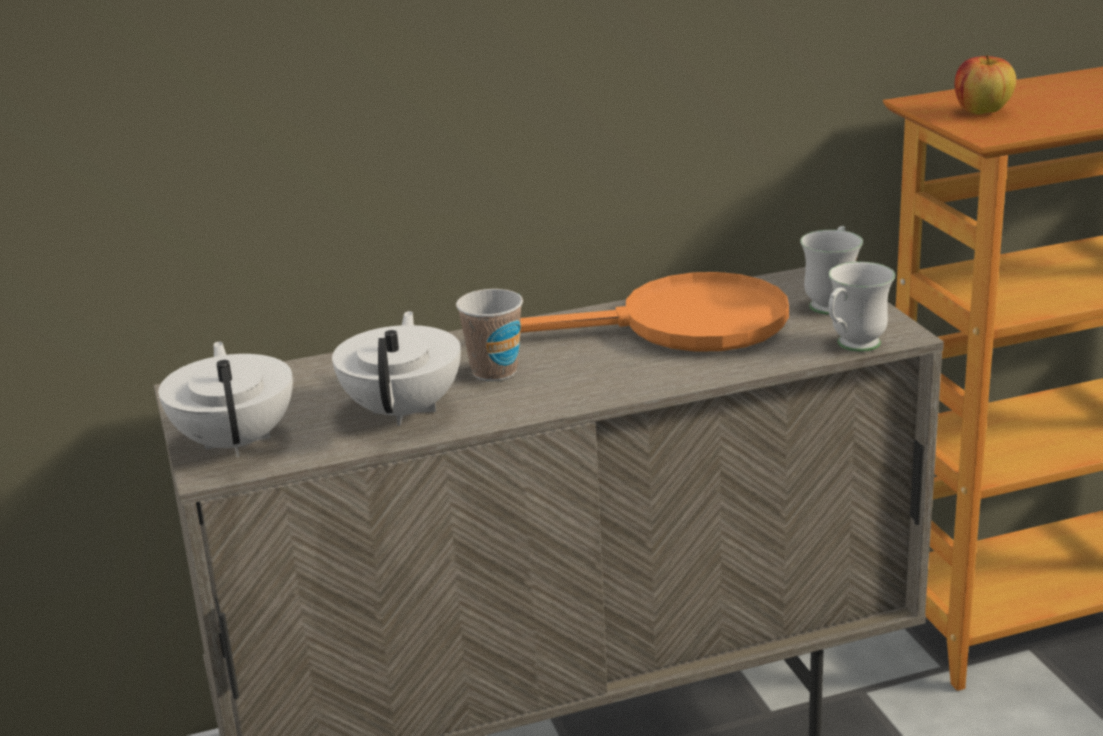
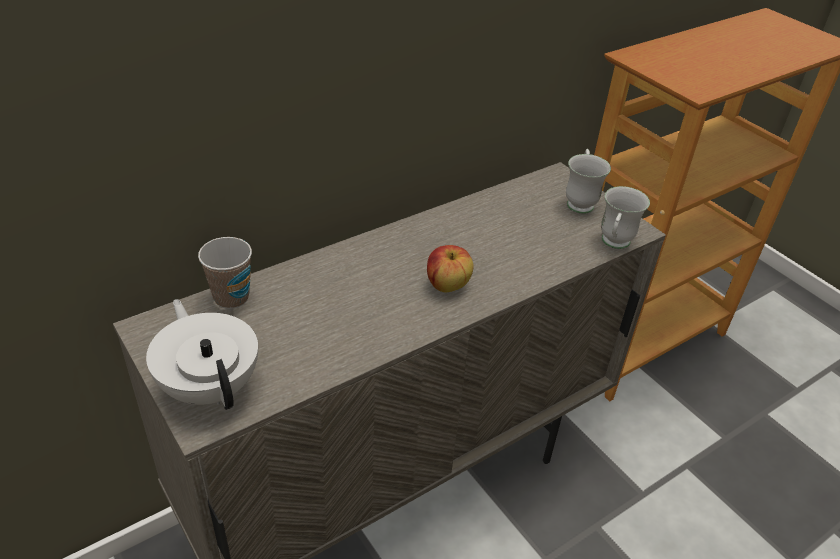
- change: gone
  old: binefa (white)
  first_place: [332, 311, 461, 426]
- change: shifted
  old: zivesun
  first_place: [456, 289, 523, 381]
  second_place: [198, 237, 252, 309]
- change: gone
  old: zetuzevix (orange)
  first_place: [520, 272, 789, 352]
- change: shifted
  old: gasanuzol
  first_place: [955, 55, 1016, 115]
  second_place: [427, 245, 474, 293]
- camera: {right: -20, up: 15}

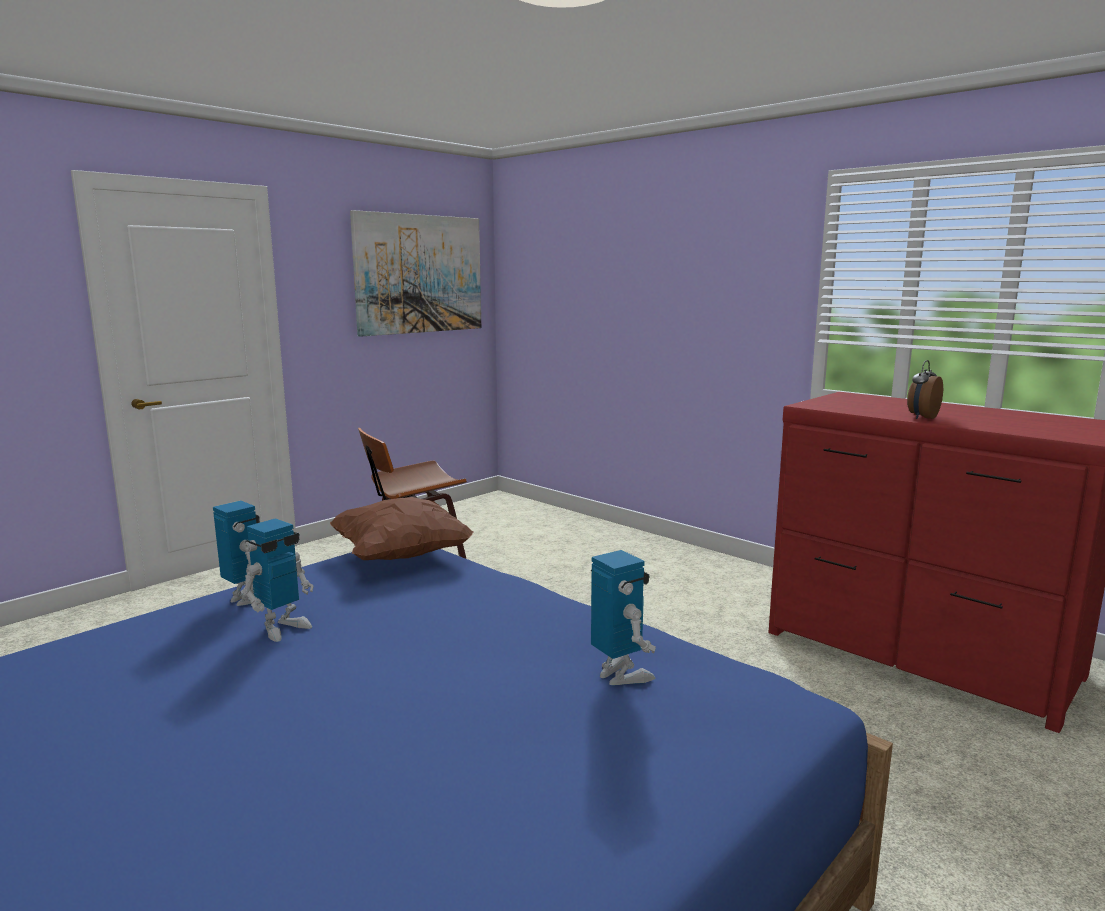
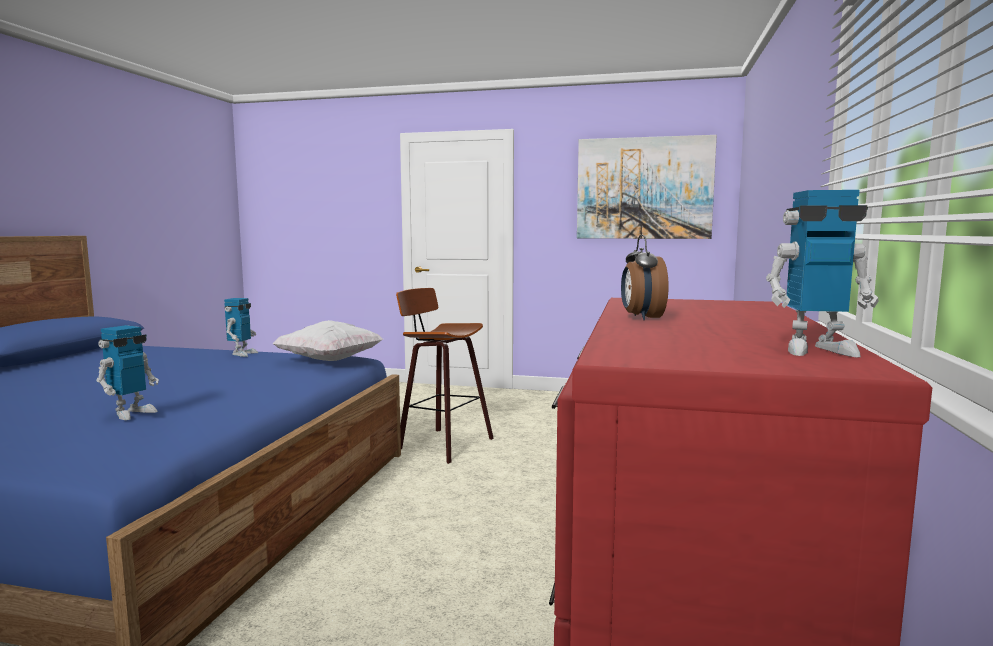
- change: shifted
  old: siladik
  first_place: [243, 518, 313, 642]
  second_place: [766, 190, 878, 358]
- change: repainted
  old: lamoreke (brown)
  new: lamoreke (white)
  first_place: [330, 497, 474, 560]
  second_place: [273, 320, 383, 361]
- change: rotated
  old: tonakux
  first_place: [907, 360, 943, 419]
  second_place: [621, 235, 669, 320]
  degrees: -105
- camera: {right: 60, up: -5}

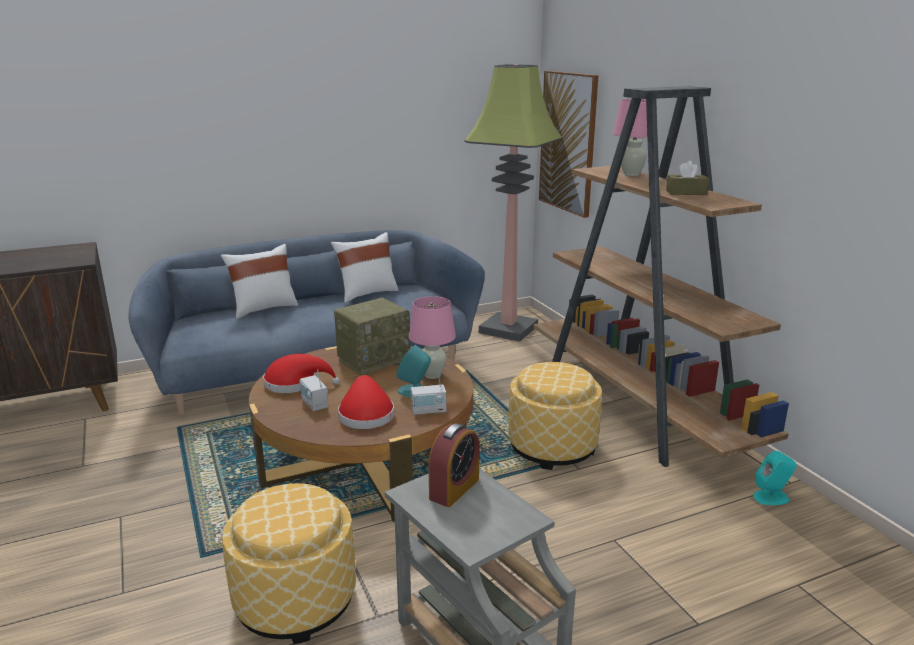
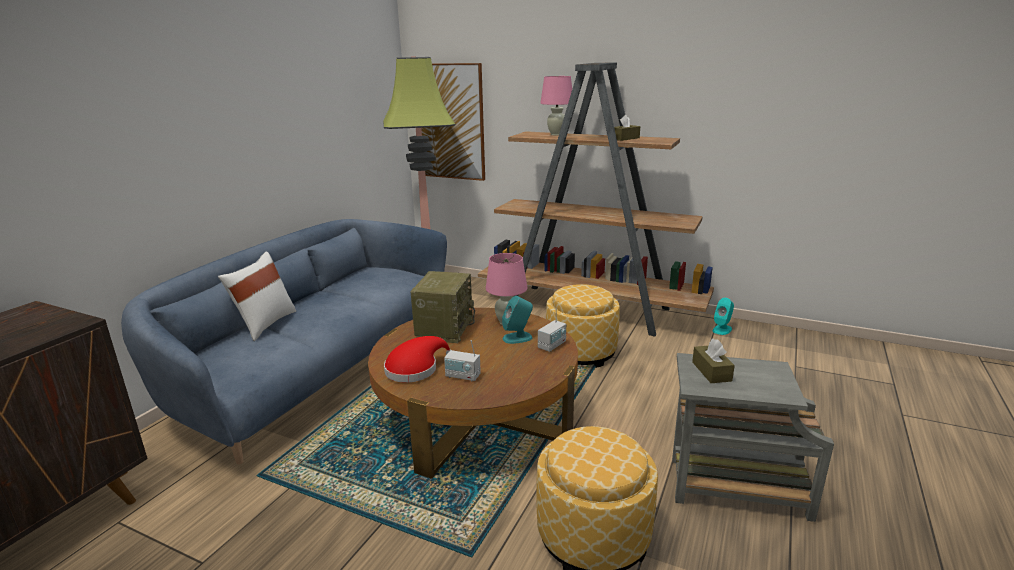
- change: gone
  old: lamoreke (white)
  first_place: [331, 232, 399, 303]
- change: gone
  old: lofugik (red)
  first_place: [338, 375, 394, 429]
- change: swapped
  old: tonakux
  new: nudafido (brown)
  first_place: [428, 423, 480, 507]
  second_place: [692, 339, 735, 383]
- camera: {right: -40, up: 0}

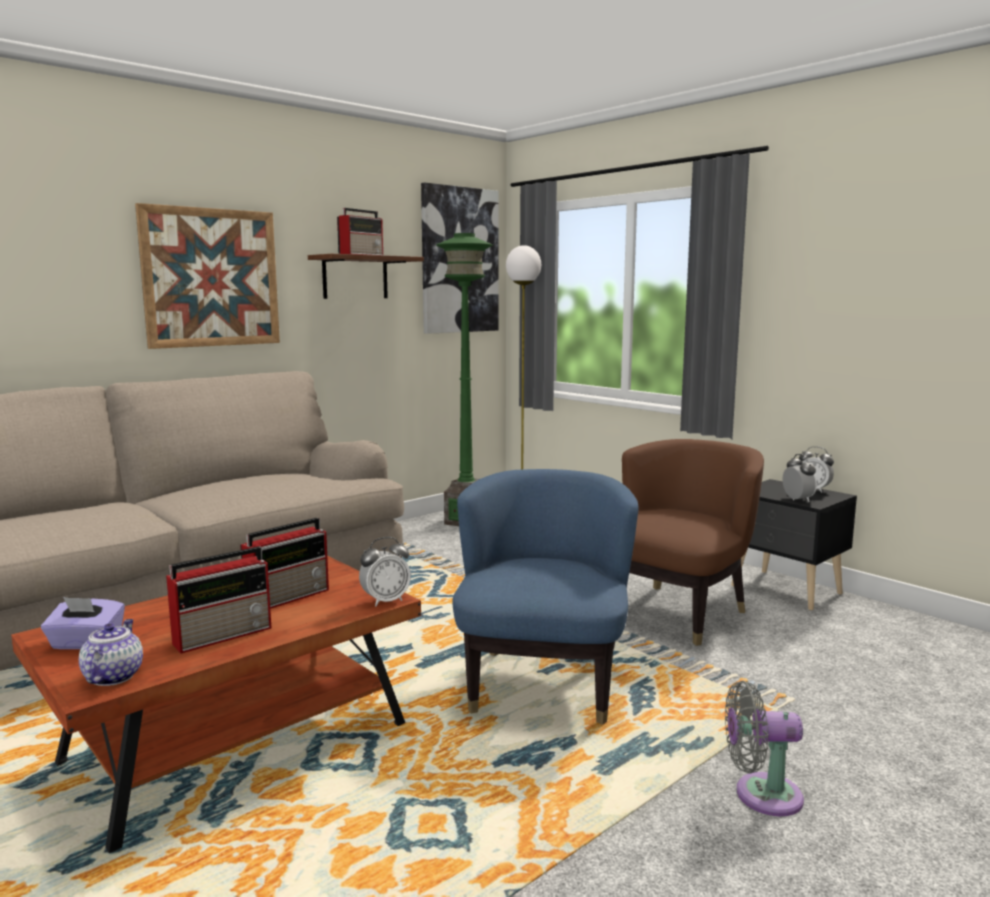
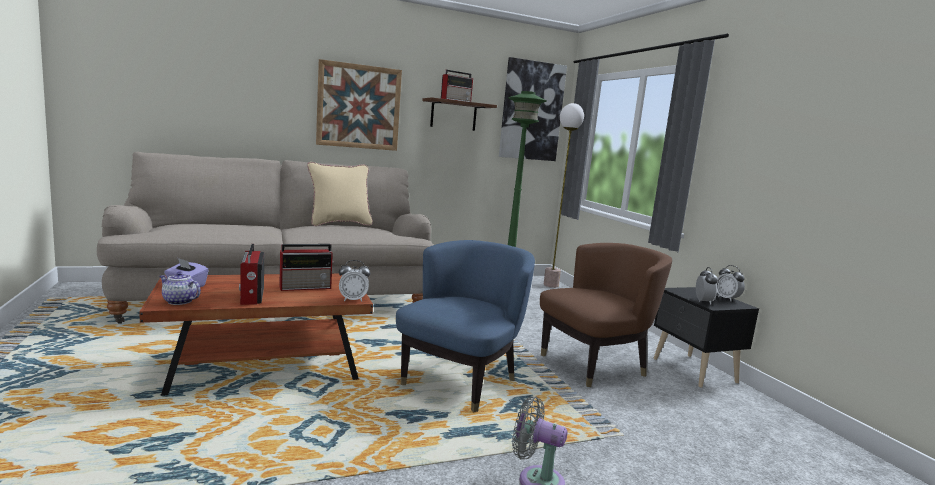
- change: rotated
  old: binefa
  first_place: [79, 619, 143, 686]
  second_place: [159, 272, 201, 305]
  degrees: -90
- change: rotated
  old: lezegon
  first_place: [166, 546, 271, 653]
  second_place: [239, 244, 264, 305]
  degrees: 90
- change: new
  new: lamoreke (beige)
  second_place: [307, 162, 373, 226]
- camera: {right: 20, up: 0}

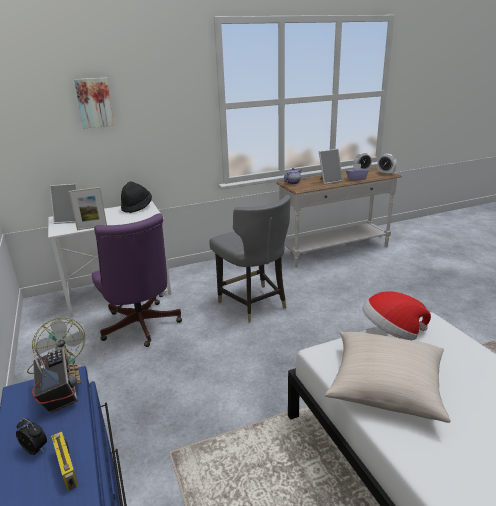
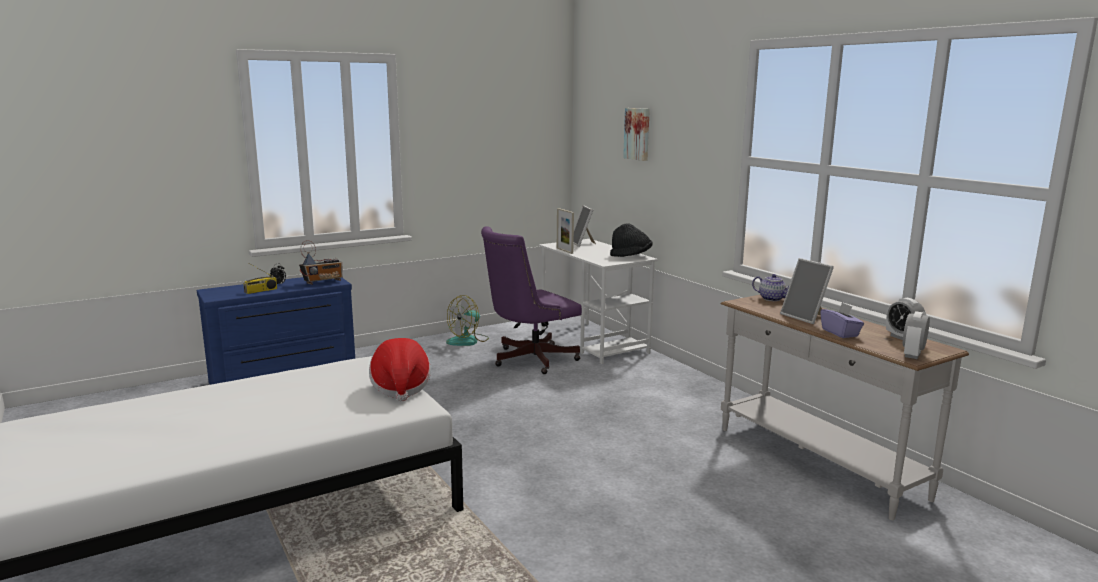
- change: gone
  old: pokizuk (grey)
  first_place: [209, 195, 290, 323]
- change: gone
  old: lamoreke (beige)
  first_place: [325, 332, 451, 423]
- camera: {right: 80, up: -10}

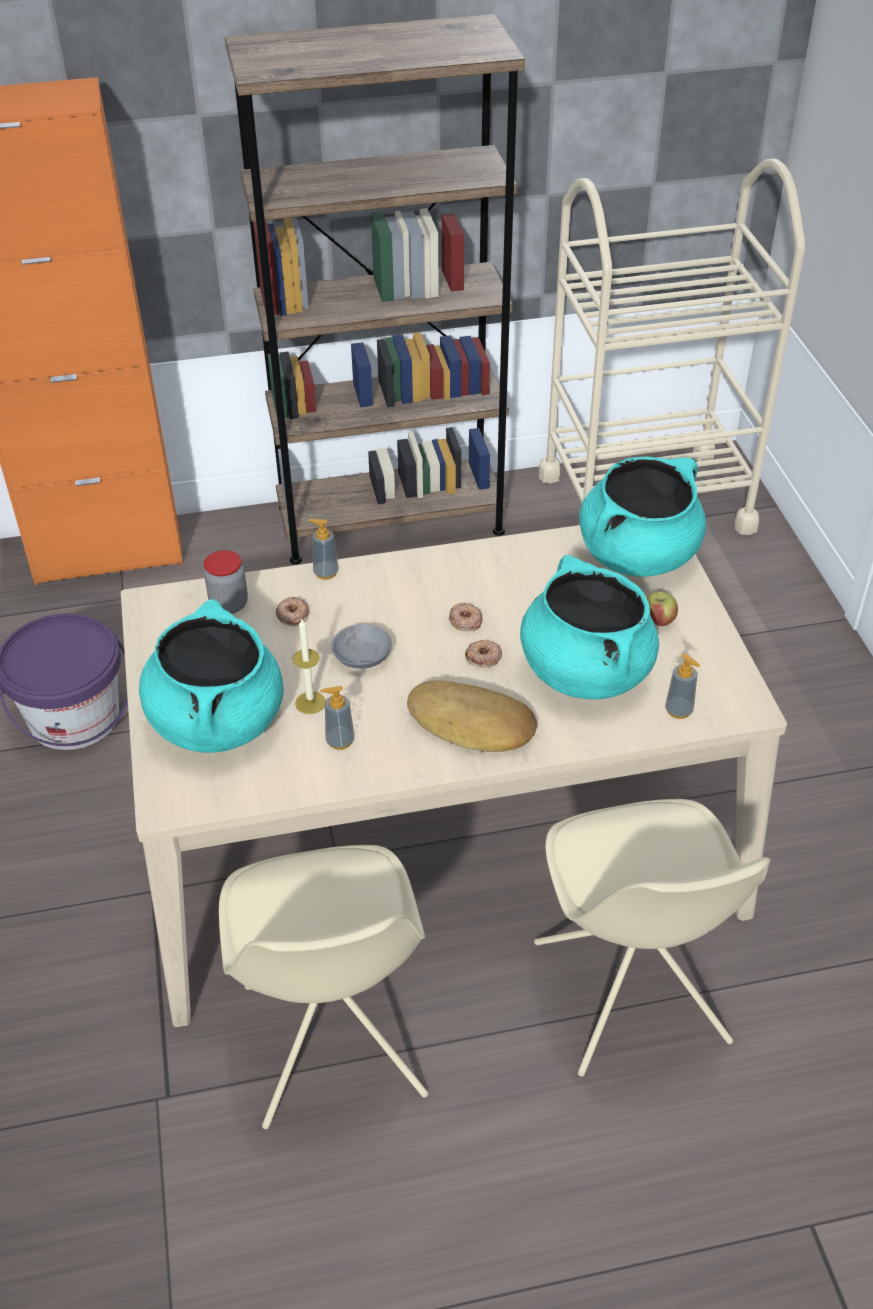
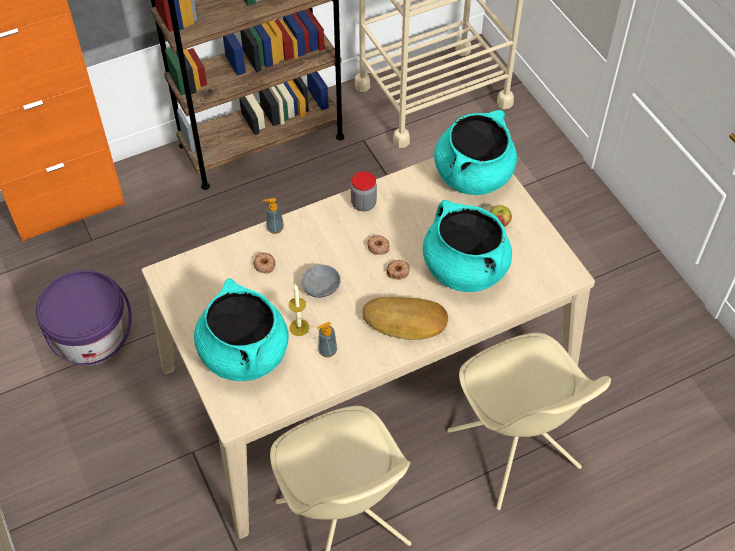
- change: shifted
  old: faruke
  first_place: [204, 550, 248, 614]
  second_place: [351, 171, 377, 211]
- change: gone
  old: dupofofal
  first_place: [665, 654, 700, 719]
- camera: {right: -15, up: 10}

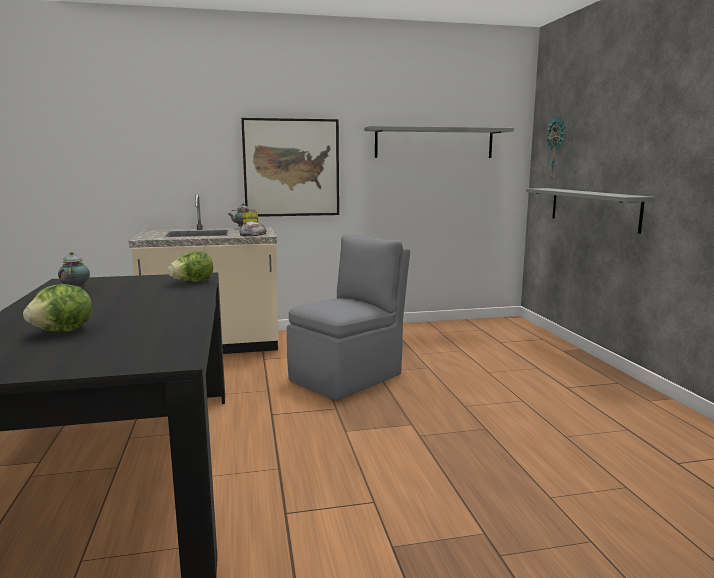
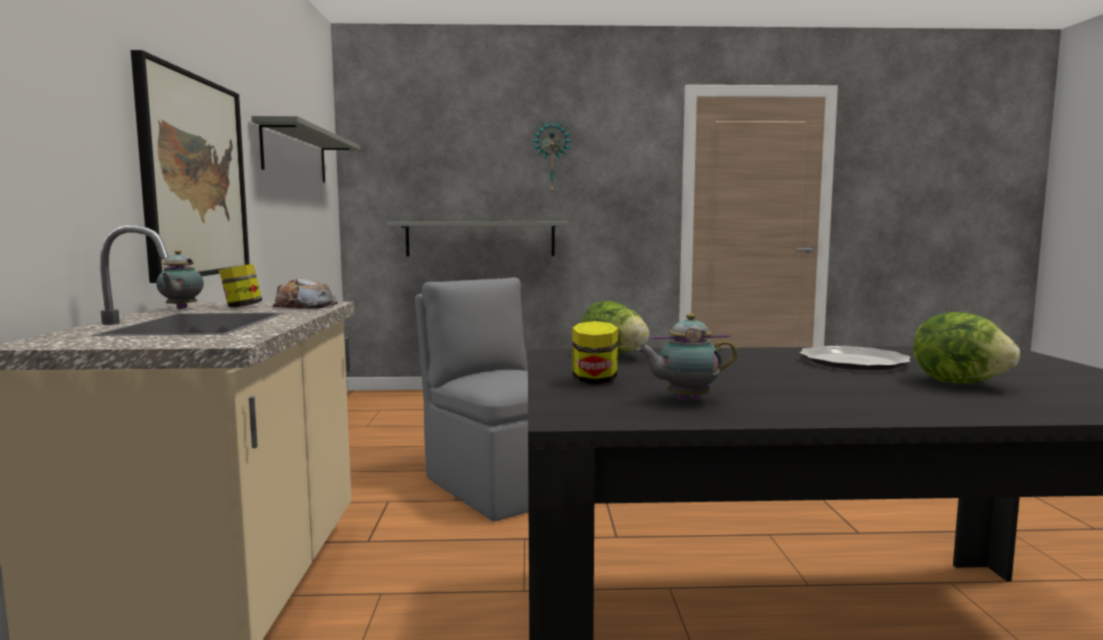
- change: shifted
  old: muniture
  first_place: [546, 117, 565, 179]
  second_place: [533, 120, 572, 193]
- change: new
  new: faruke
  second_place: [572, 321, 618, 385]
- change: new
  new: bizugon
  second_place: [799, 346, 911, 370]
- camera: {right: -80, up: -5}

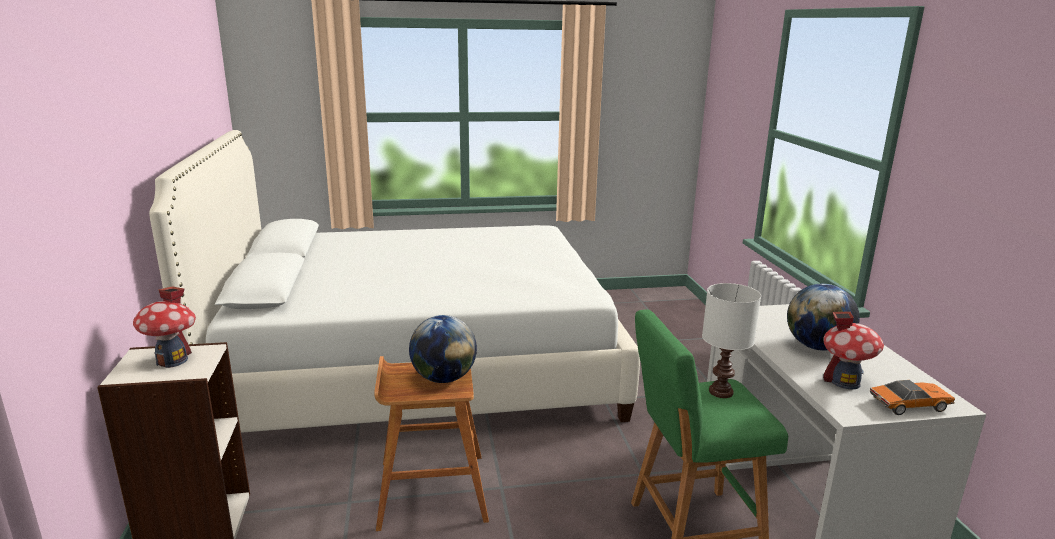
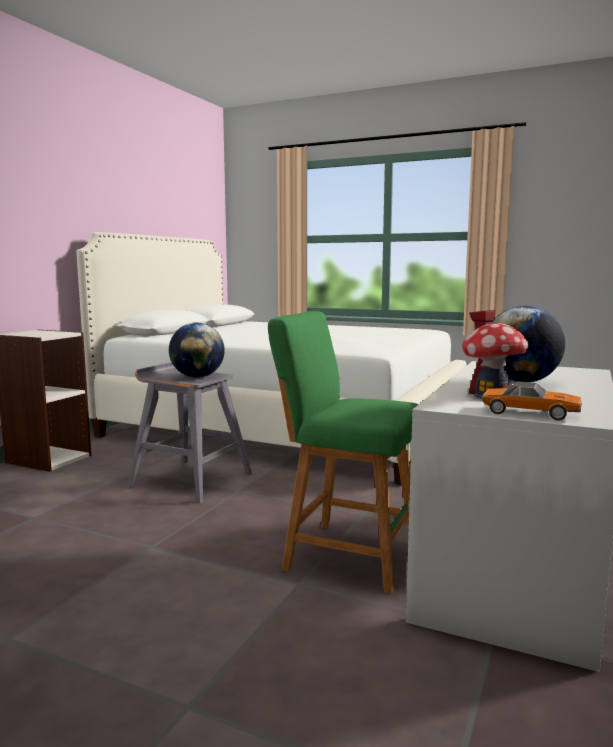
- change: gone
  old: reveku
  first_place: [133, 286, 196, 368]
- change: repainted
  old: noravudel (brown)
  new: noravudel (grey)
  first_place: [374, 356, 489, 531]
  second_place: [127, 362, 252, 504]
- change: gone
  old: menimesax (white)
  first_place: [702, 283, 761, 398]
- camera: {right: 35, up: -10}

